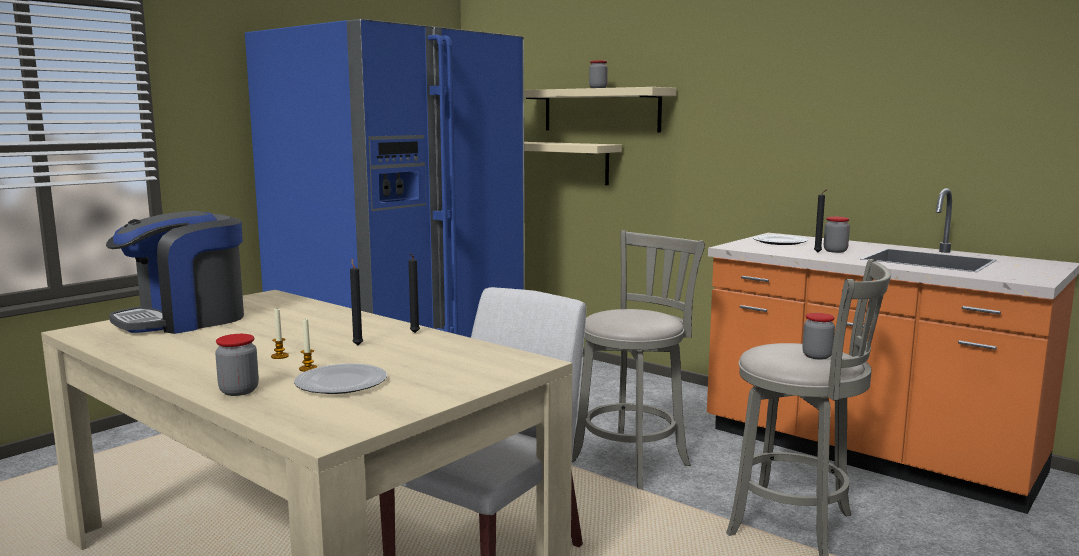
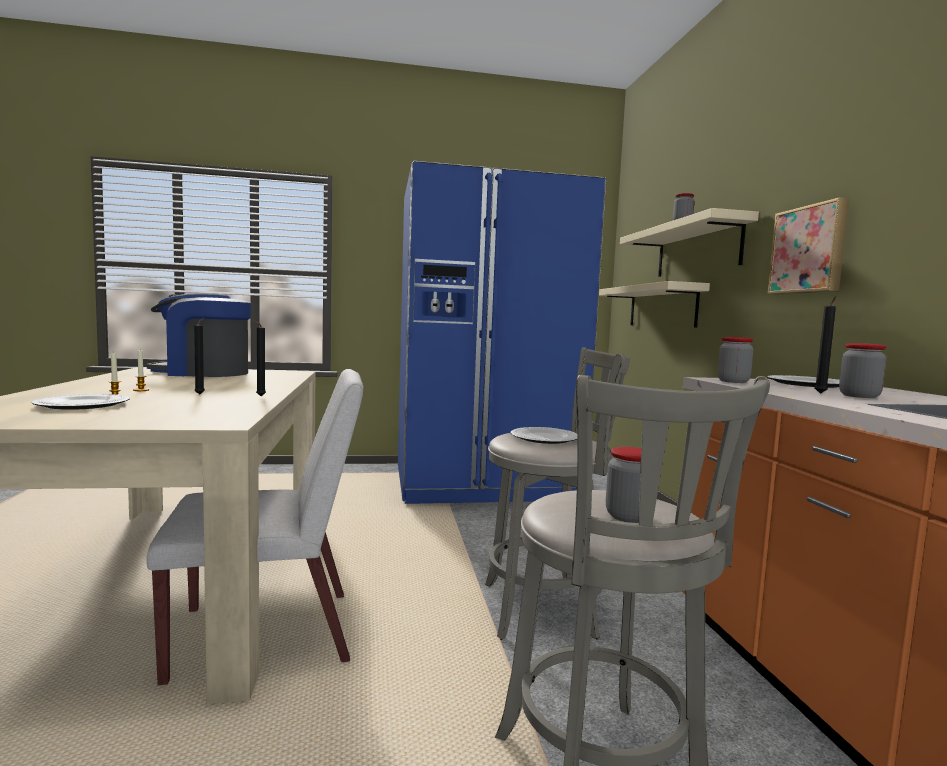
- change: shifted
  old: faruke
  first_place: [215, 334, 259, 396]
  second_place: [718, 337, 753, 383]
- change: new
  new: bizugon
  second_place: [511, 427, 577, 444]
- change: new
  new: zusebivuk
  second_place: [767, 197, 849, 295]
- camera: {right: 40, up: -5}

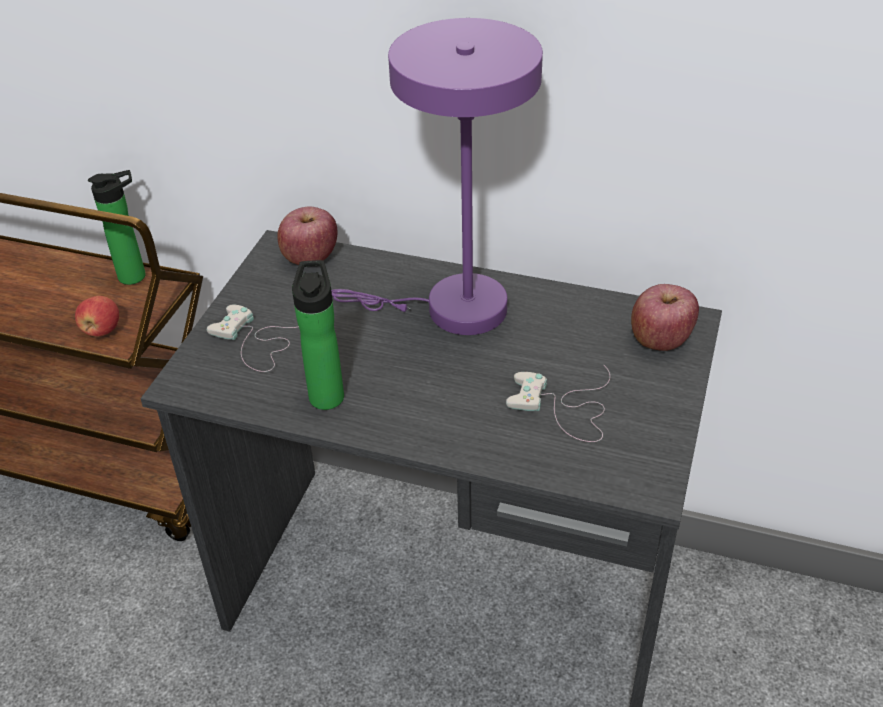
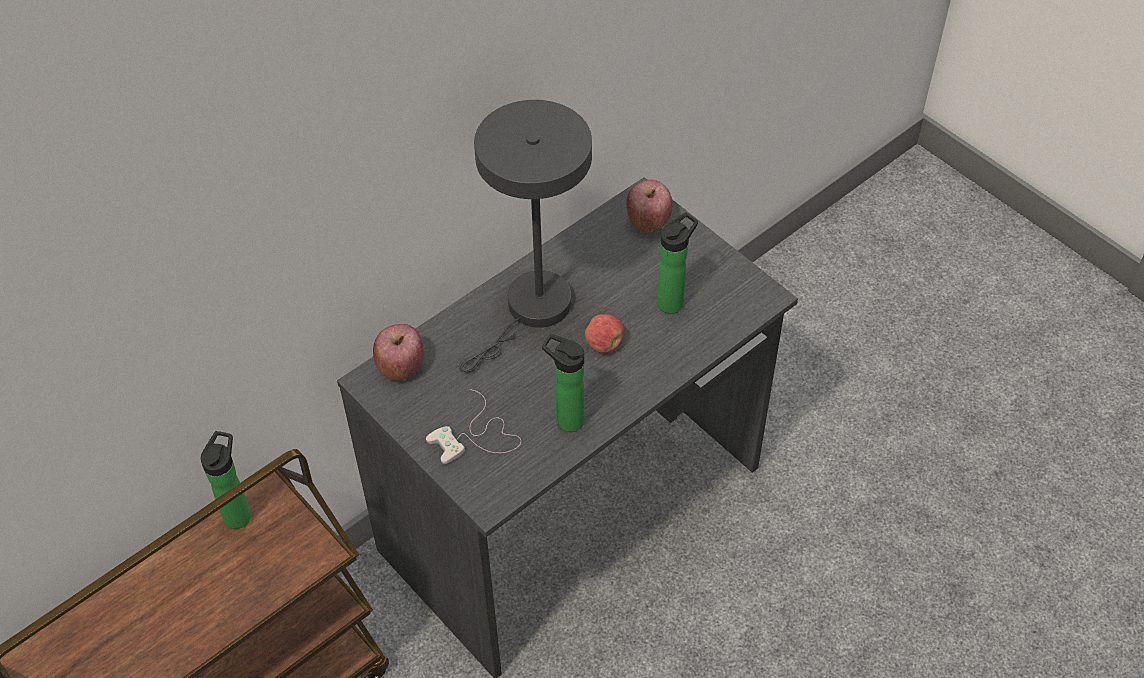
- change: shifted
  old: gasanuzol
  first_place: [75, 296, 119, 337]
  second_place: [585, 314, 624, 353]
- change: repainted
  old: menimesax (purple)
  new: menimesax (grey)
  first_place: [331, 18, 543, 335]
  second_place: [459, 100, 592, 372]
- change: swapped
  old: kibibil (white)
  new: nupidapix
  first_place: [506, 365, 610, 442]
  second_place: [657, 212, 698, 314]
- camera: {right: -60, up: 10}

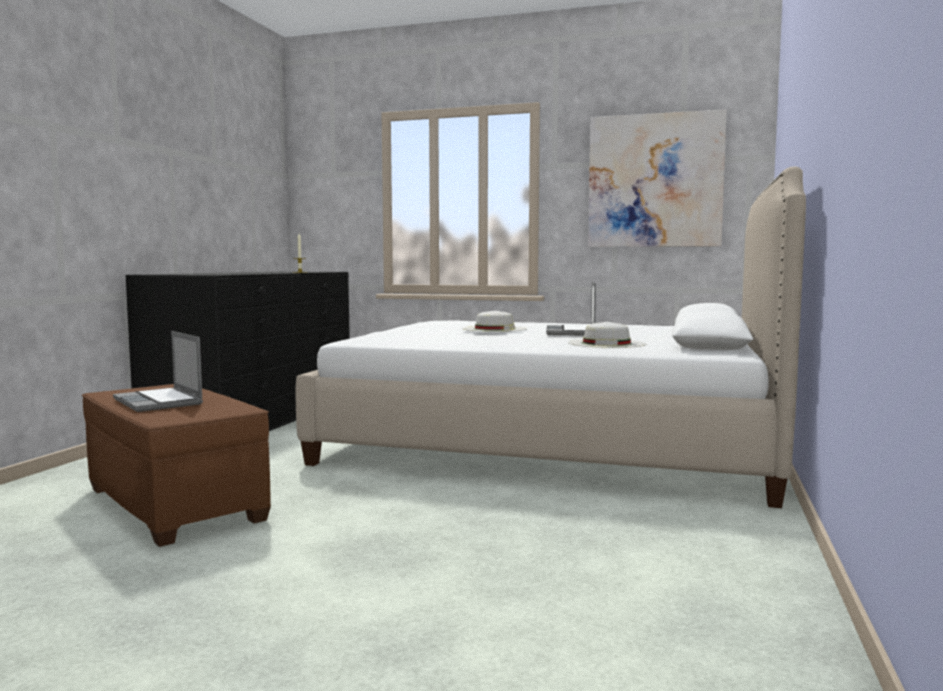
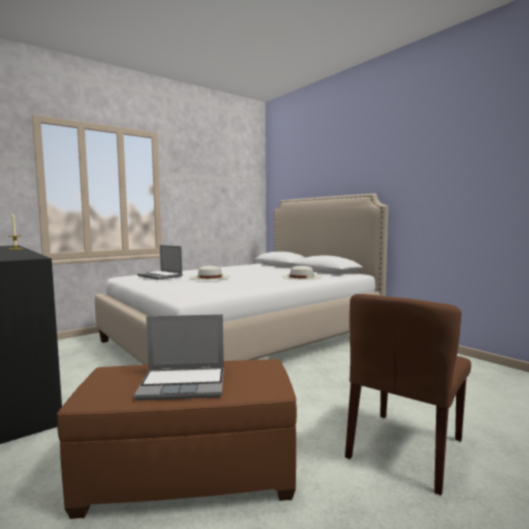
- change: shifted
  old: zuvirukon
  first_place: [546, 281, 596, 335]
  second_place: [137, 245, 183, 280]
- change: gone
  old: zusebivuk
  first_place: [588, 109, 727, 247]
- change: new
  new: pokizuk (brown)
  second_place: [345, 294, 471, 495]
- camera: {right: -55, up: 0}

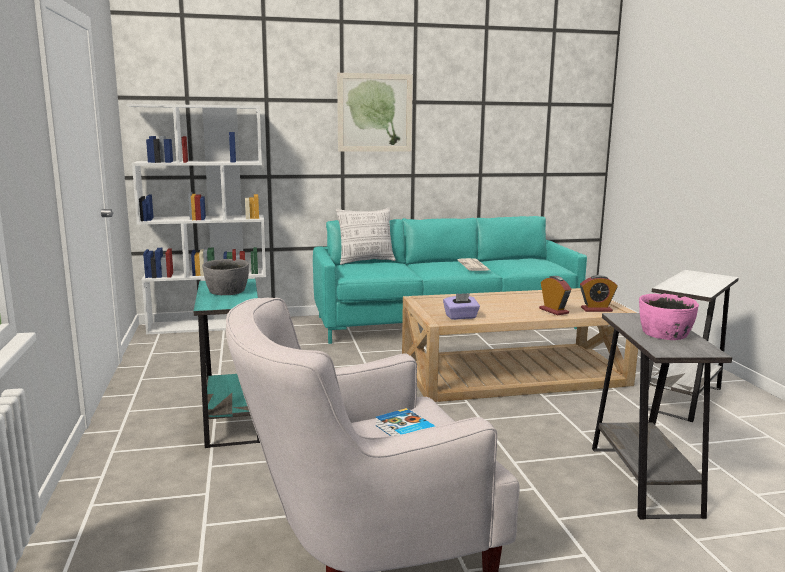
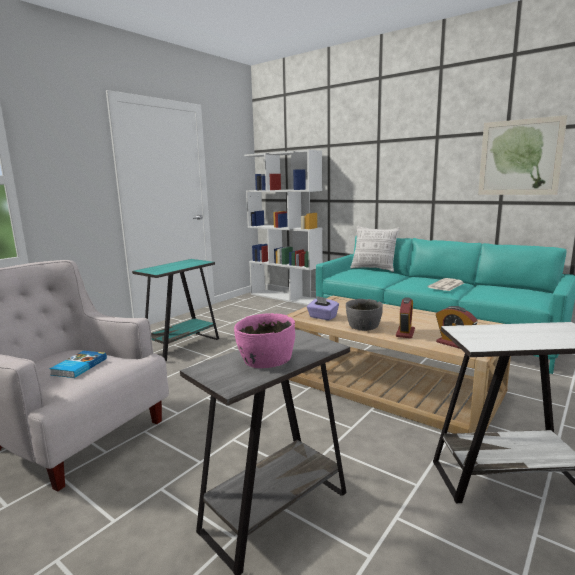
- change: shifted
  old: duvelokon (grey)
  first_place: [202, 259, 249, 295]
  second_place: [346, 299, 383, 331]
- change: shifted
  old: zusebivuk
  first_place: [337, 73, 413, 152]
  second_place: [478, 115, 567, 195]
- camera: {right: 50, up: 0}

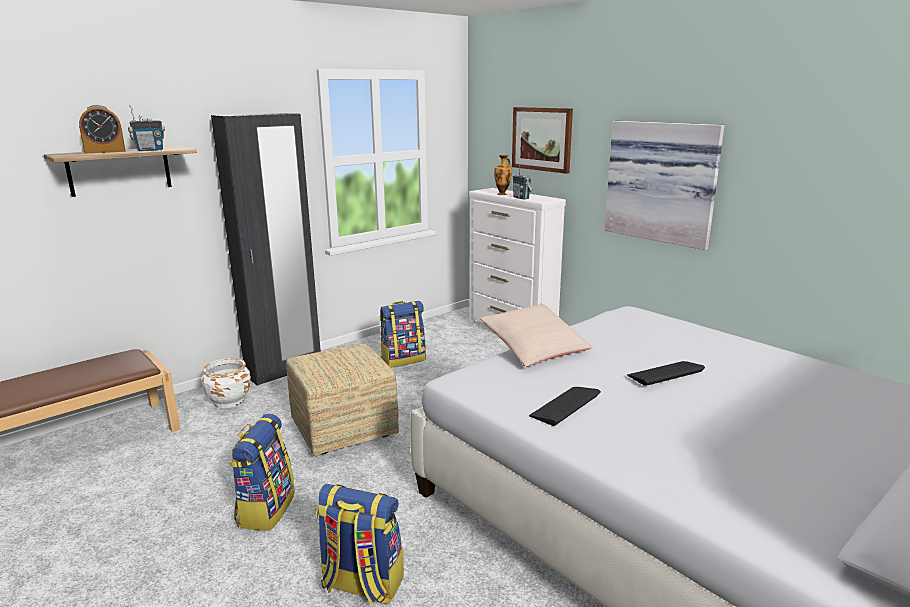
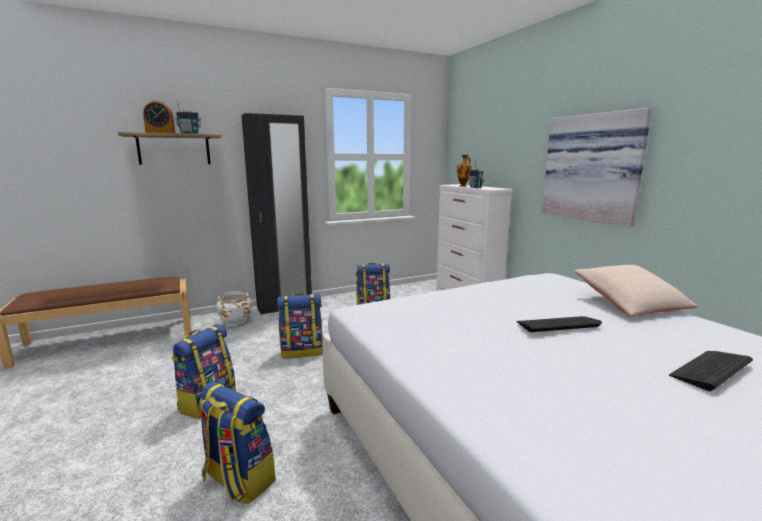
- change: swapped
  old: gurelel
  new: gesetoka
  first_place: [286, 344, 399, 456]
  second_place: [277, 293, 323, 359]
- change: shifted
  old: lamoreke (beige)
  first_place: [480, 304, 592, 367]
  second_place: [574, 265, 698, 316]
- change: gone
  old: zusebivuk
  first_place: [512, 107, 573, 174]
- change: shifted
  old: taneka
  first_place: [529, 387, 601, 426]
  second_place: [669, 351, 753, 391]
- camera: {right: 15, up: -5}

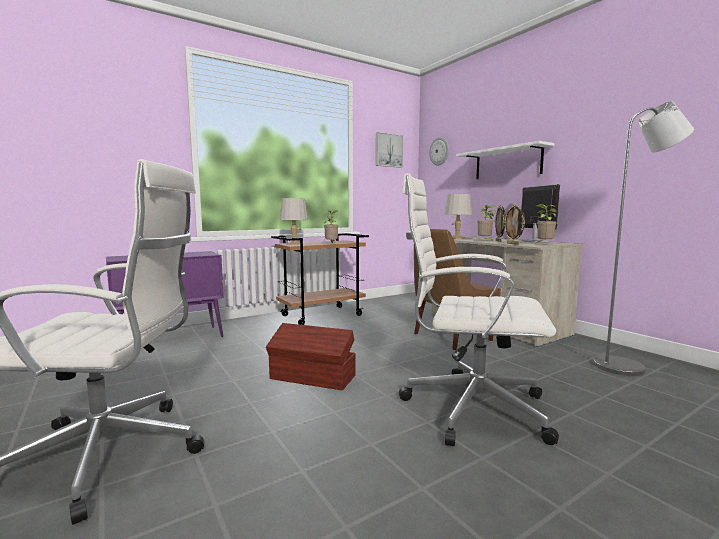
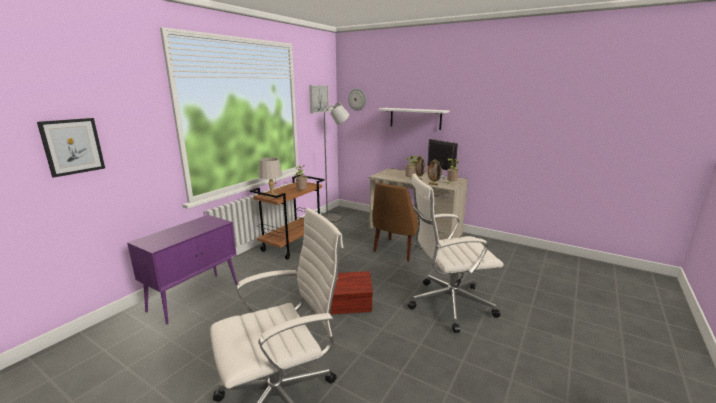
- change: gone
  old: menimesax (grey)
  first_place: [444, 194, 472, 239]
- change: shifted
  old: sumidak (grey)
  first_place: [593, 101, 694, 376]
  second_place: [323, 102, 349, 223]
- change: new
  new: zusebivuk
  second_place: [37, 118, 105, 178]
- camera: {right: -25, up: 10}

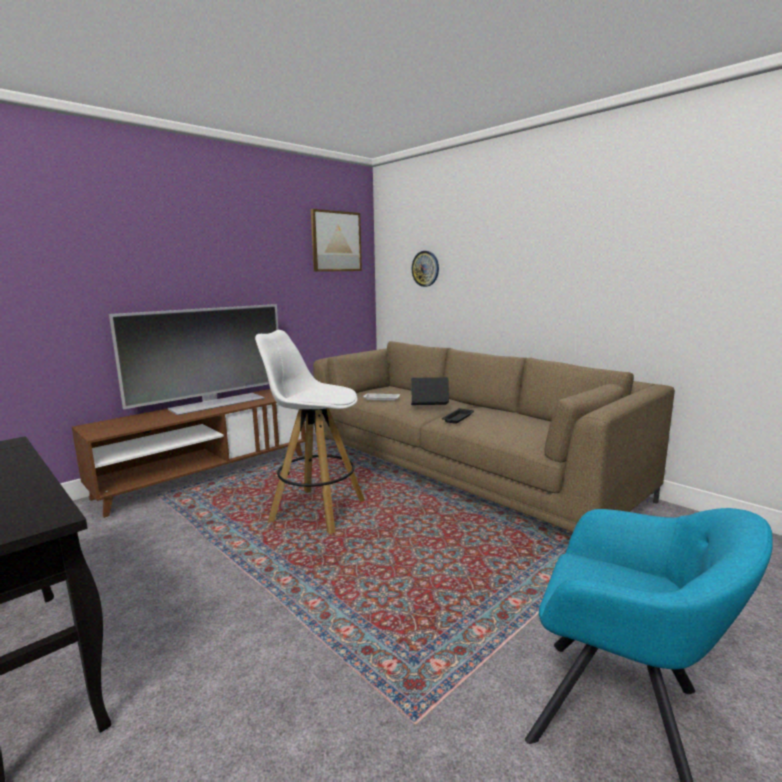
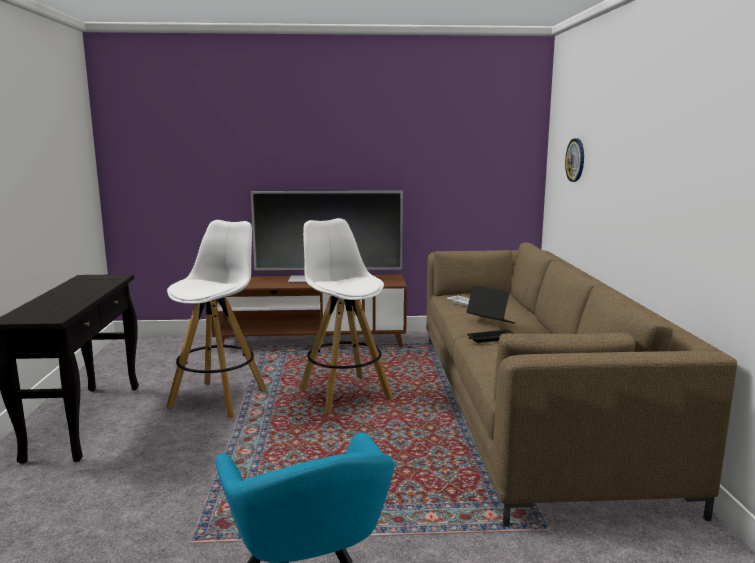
- change: gone
  old: zusebivuk
  first_place: [311, 209, 362, 272]
- change: new
  new: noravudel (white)
  second_place: [166, 220, 268, 418]
- camera: {right: 40, up: 0}

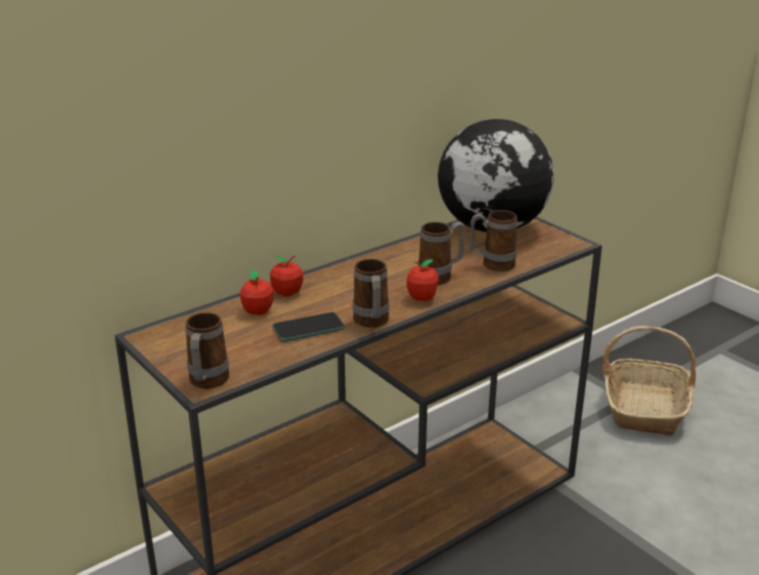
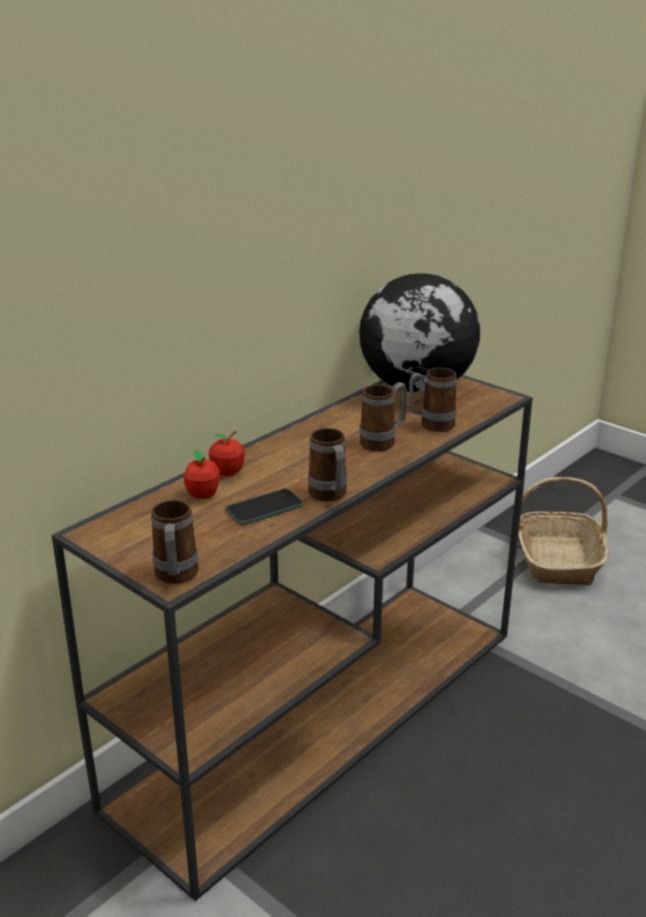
- change: gone
  old: gasanuzol
  first_place: [407, 259, 439, 301]
- camera: {right: -10, up: 0}

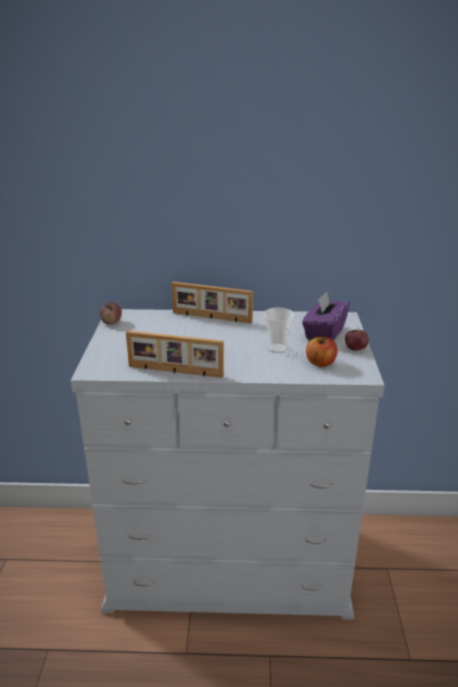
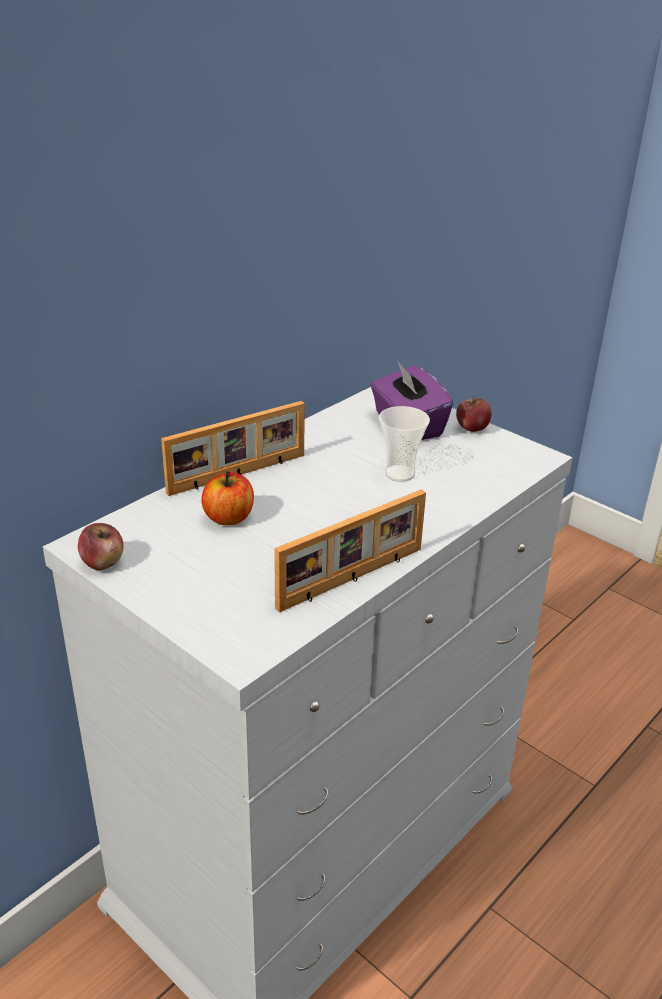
- change: shifted
  old: gasanuzol
  first_place: [306, 336, 337, 367]
  second_place: [202, 471, 254, 525]
- camera: {right: -50, up: 5}

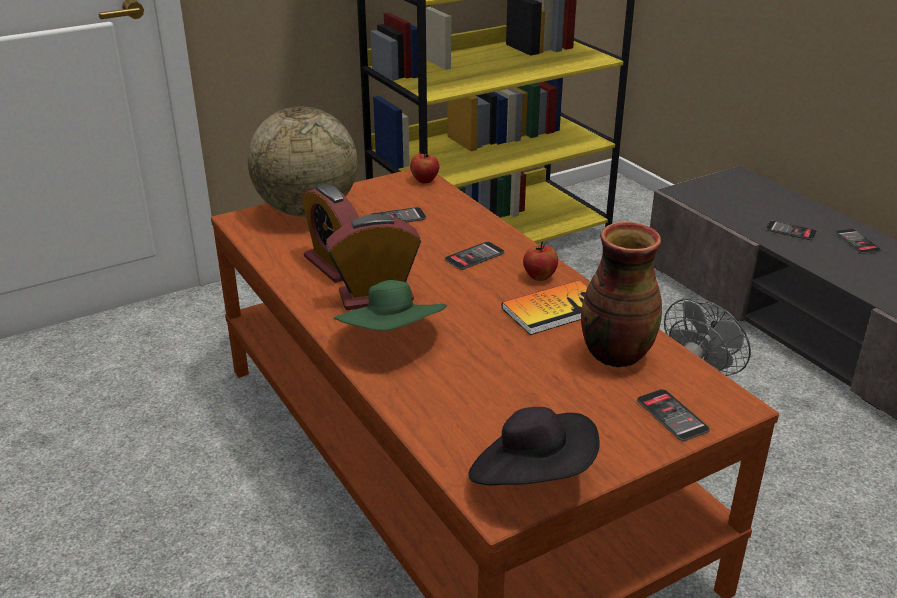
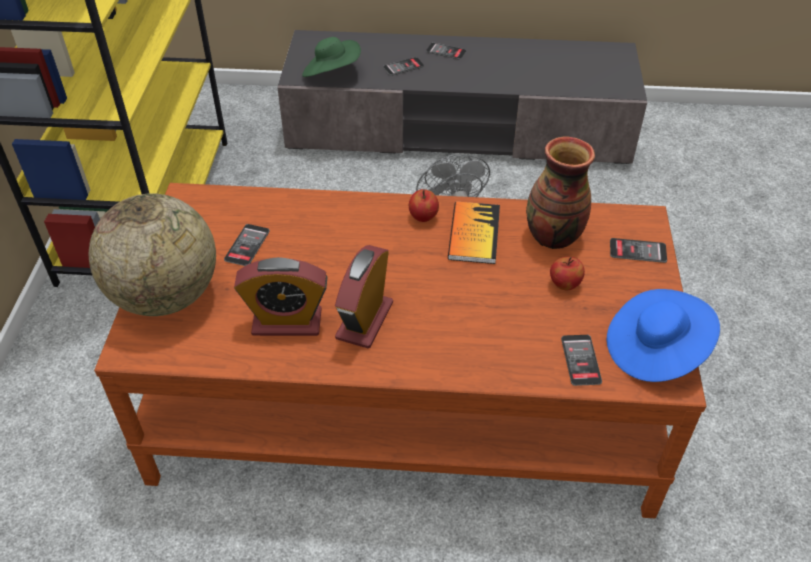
- change: shifted
  old: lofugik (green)
  first_place: [334, 280, 447, 331]
  second_place: [302, 37, 361, 77]
- change: shifted
  old: gasanuzol
  first_place: [410, 150, 439, 183]
  second_place: [550, 257, 585, 290]
- change: shifted
  old: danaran
  first_place: [445, 242, 505, 270]
  second_place: [561, 335, 602, 386]
- change: repainted
  old: lofugik (black)
  new: lofugik (blue)
  first_place: [468, 407, 600, 486]
  second_place: [607, 289, 720, 382]
- camera: {right: -55, up: 15}

